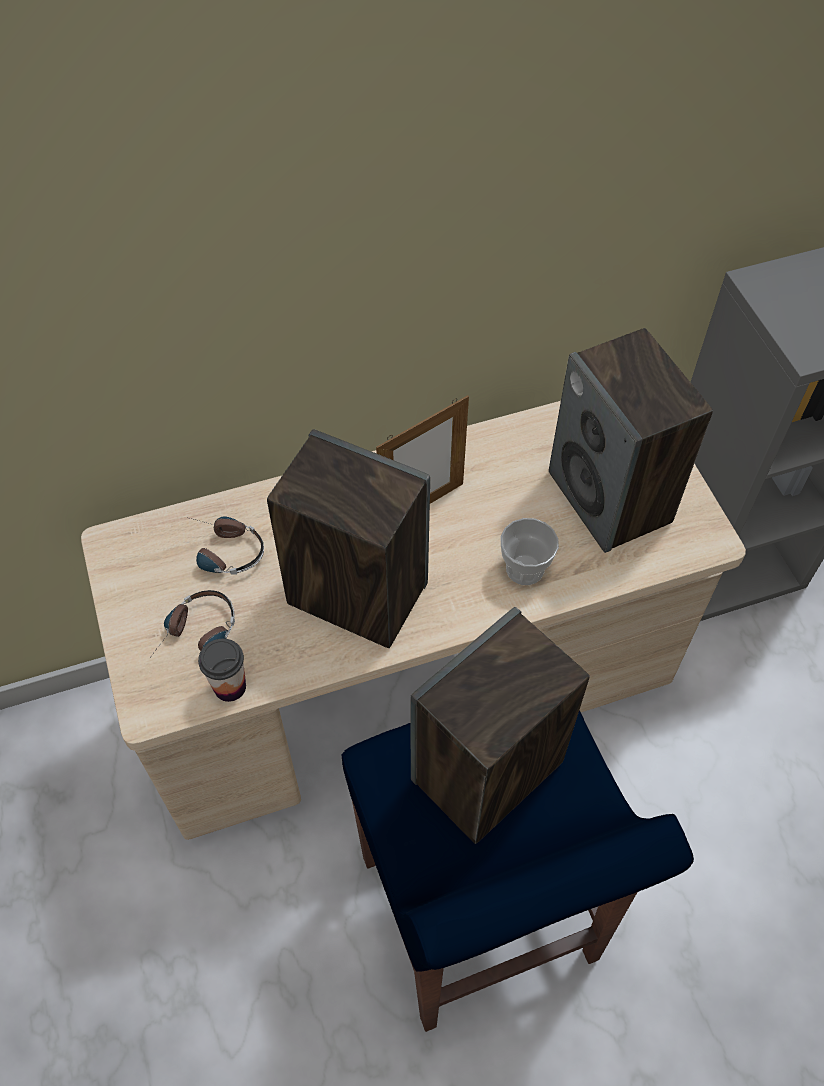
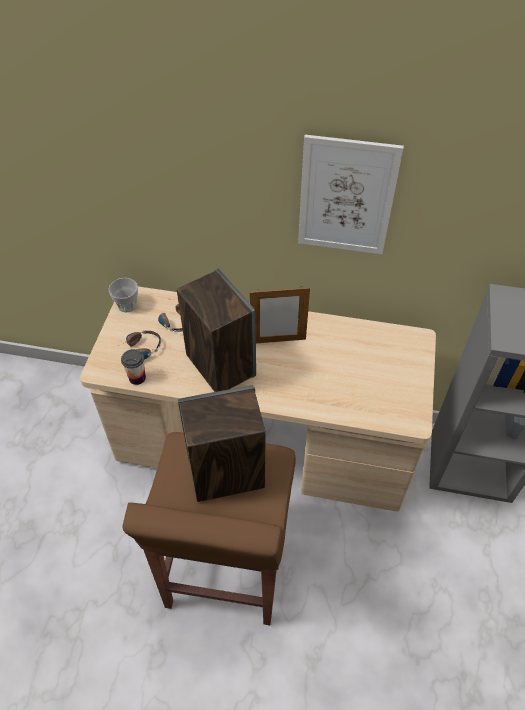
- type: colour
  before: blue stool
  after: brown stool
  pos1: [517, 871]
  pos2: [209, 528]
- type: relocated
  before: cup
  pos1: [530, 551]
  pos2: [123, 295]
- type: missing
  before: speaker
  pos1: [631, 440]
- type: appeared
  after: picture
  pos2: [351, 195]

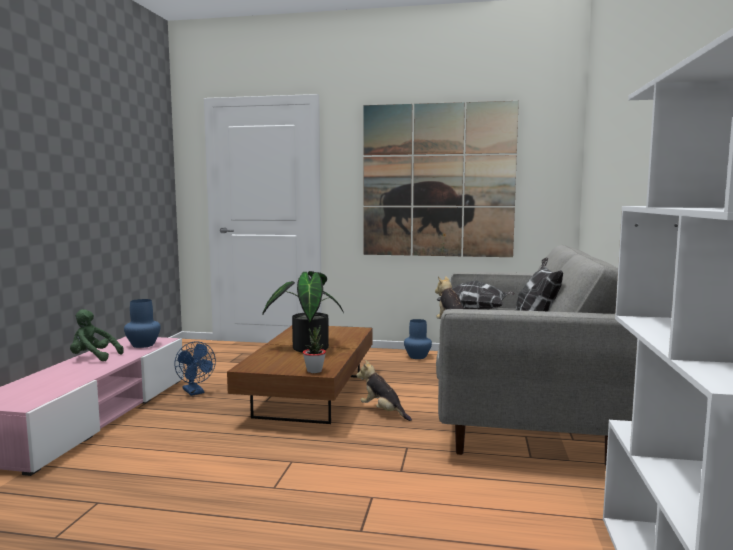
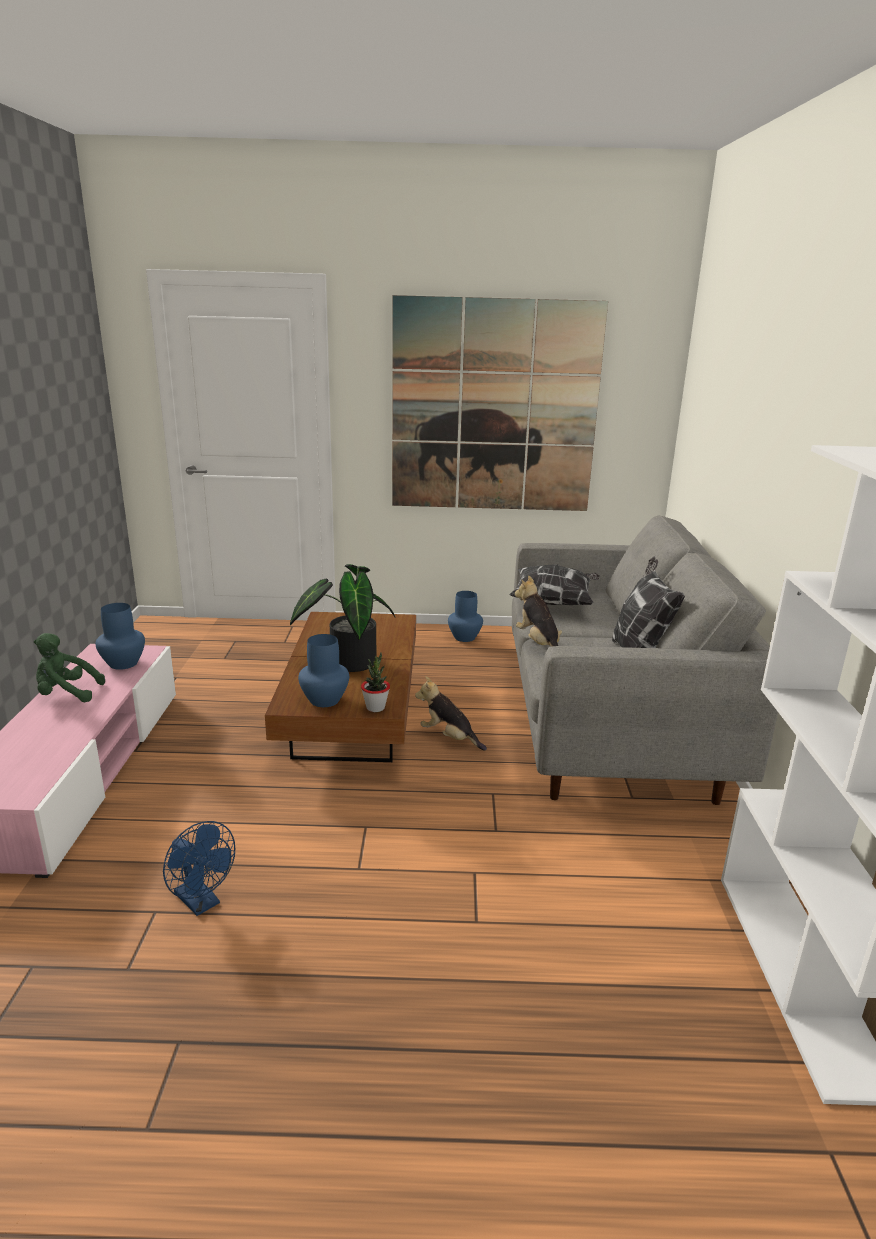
- type: relocated
  before: blue fan
  pos1: [195, 368]
  pos2: [199, 868]
- type: appeared
  after: blue vase
  pos2: [323, 670]

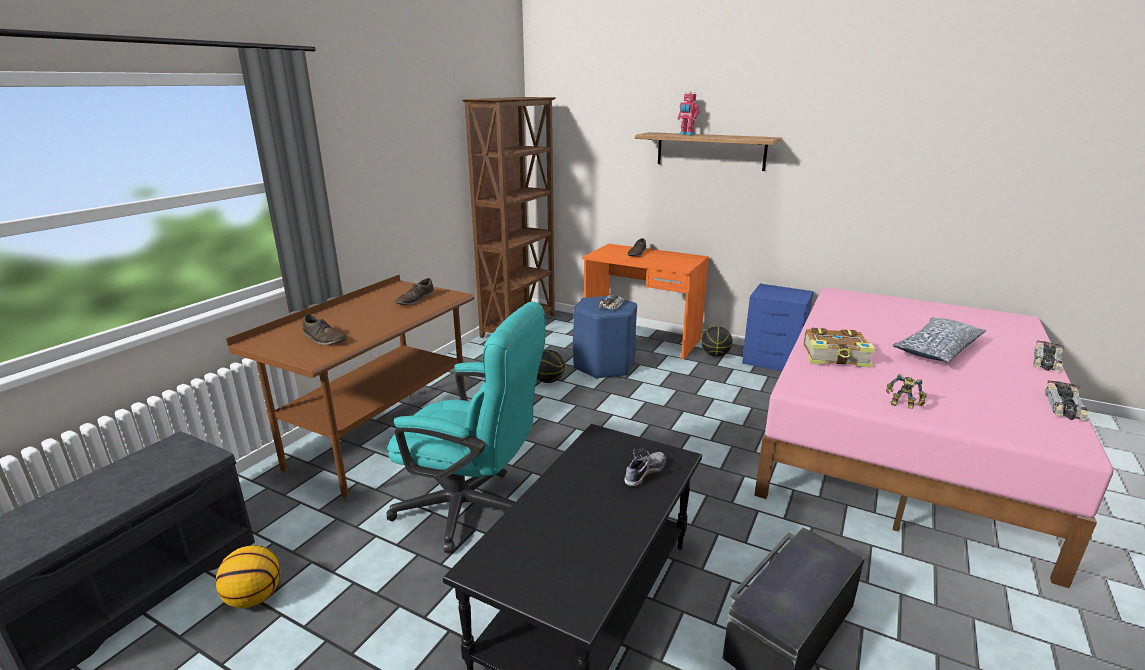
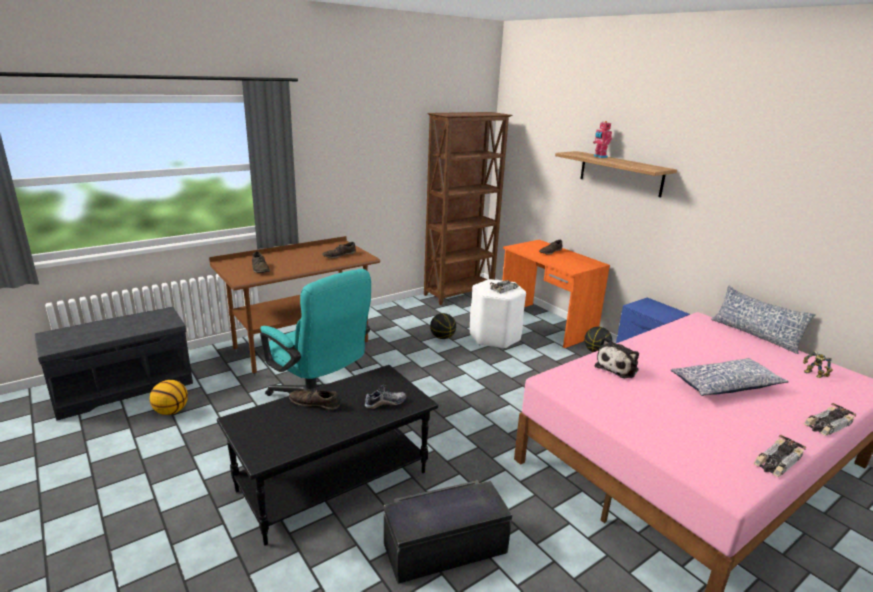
- type: colour
  before: blue stool
  after: white stool
  pos1: [605, 337]
  pos2: [498, 314]
- type: exchanged
  before: book
  after: plush toy
  pos1: [840, 348]
  pos2: [617, 357]
- type: relocated
  before: toy robot
  pos1: [906, 391]
  pos2: [818, 364]
- type: appeared
  after: brown shoe
  pos2: [314, 399]
- type: appeared
  after: pillow
  pos2: [763, 320]

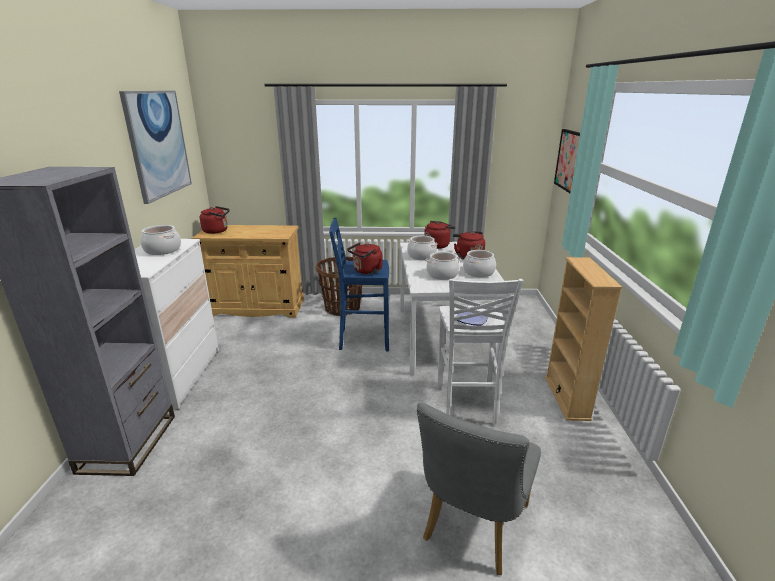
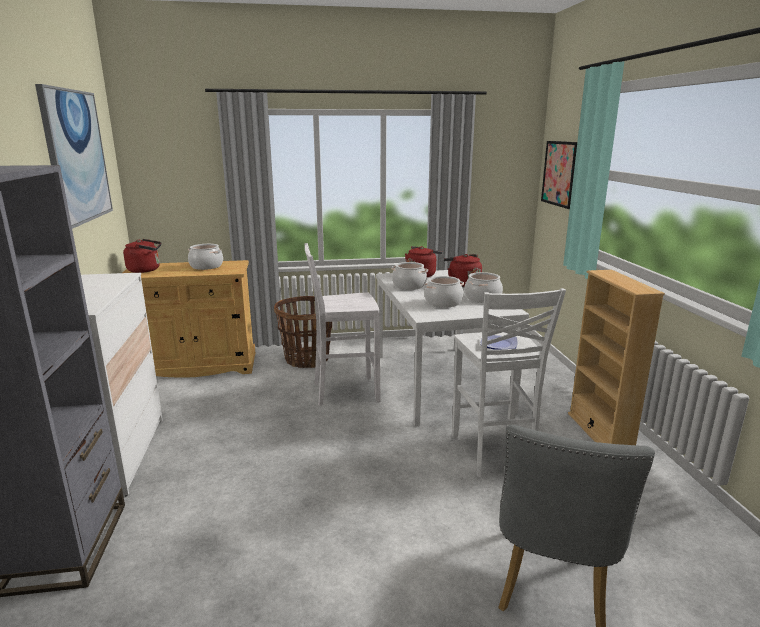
- type: relocated
  before: cooking pot
  pos1: [160, 240]
  pos2: [205, 257]
- type: colour
  before: blue stool
  after: white stool
  pos1: [359, 284]
  pos2: [342, 324]
- type: missing
  before: red kettle
  pos1: [364, 258]

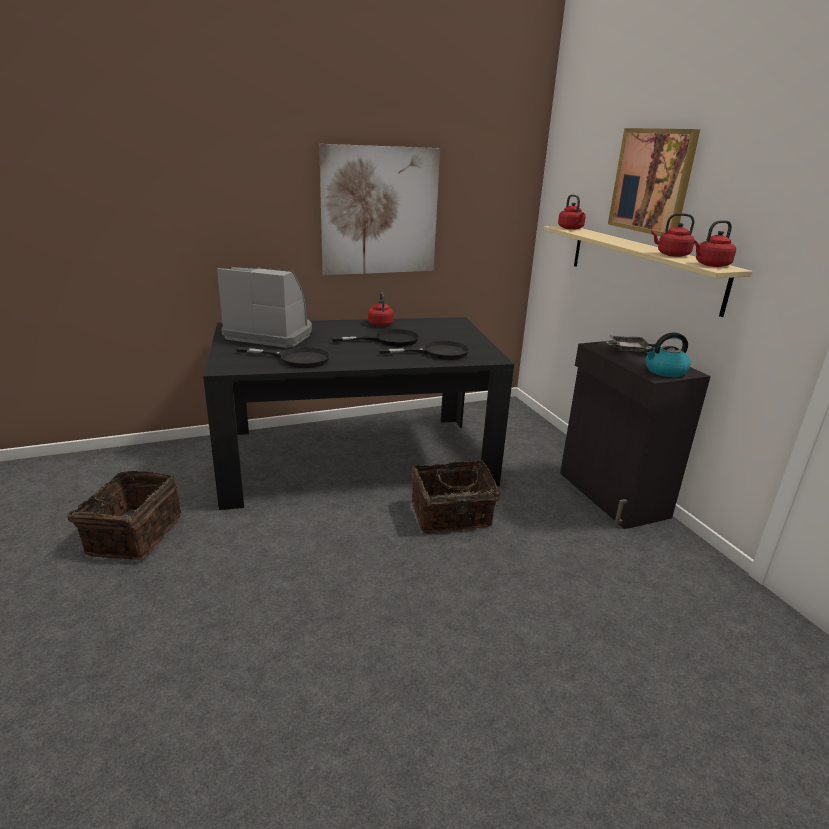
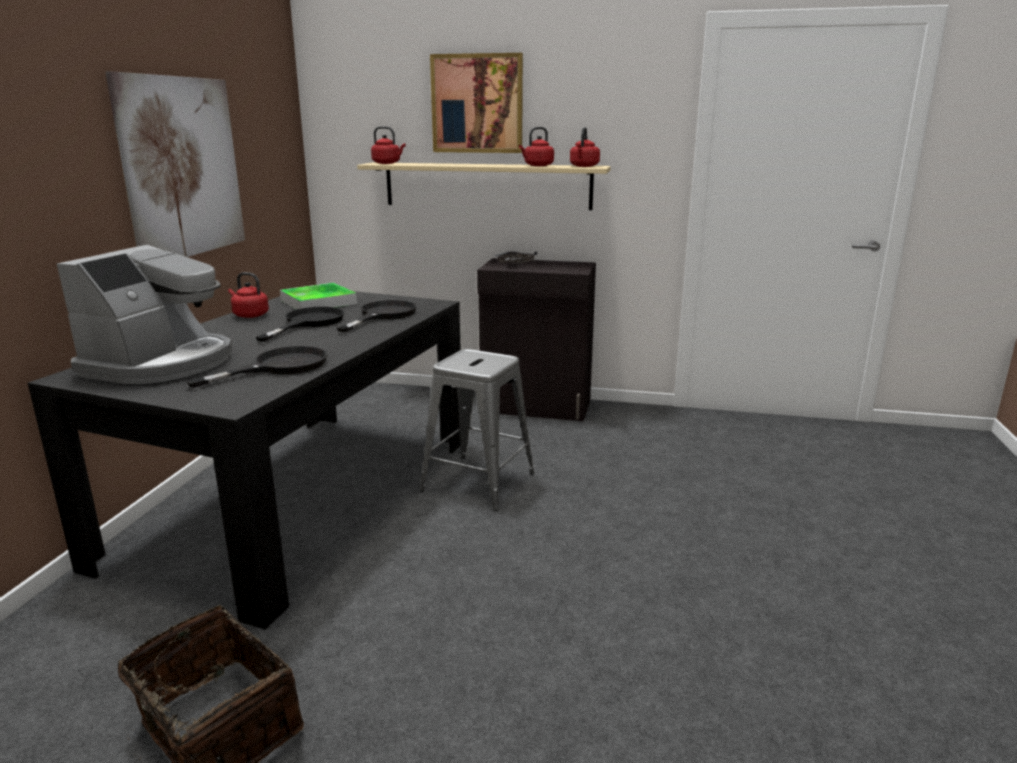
- type: spun
  before: coffee machine
  pos1: [264, 307]
  pos2: [144, 314]
  turn: 150
- type: exchanged
  before: basket
  after: grey stool
  pos1: [456, 496]
  pos2: [477, 430]
- type: missing
  before: kettle
  pos1: [668, 355]
- type: appeared
  after: tray
  pos2: [318, 296]

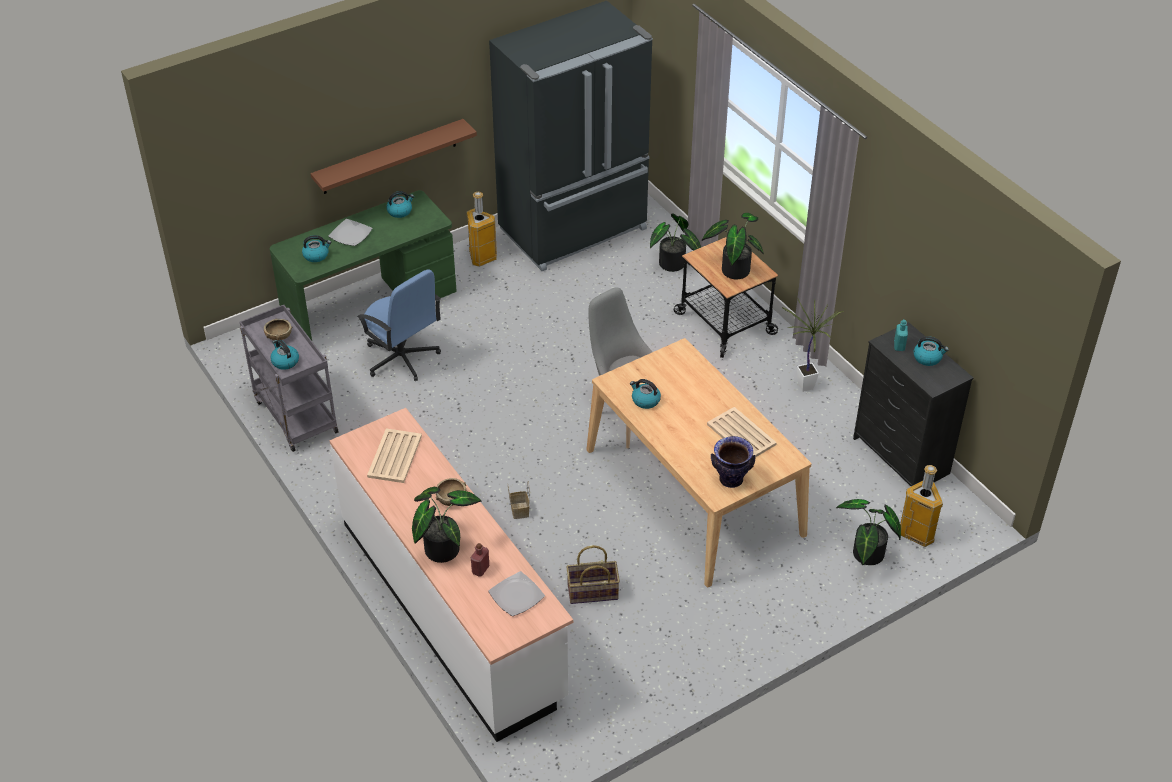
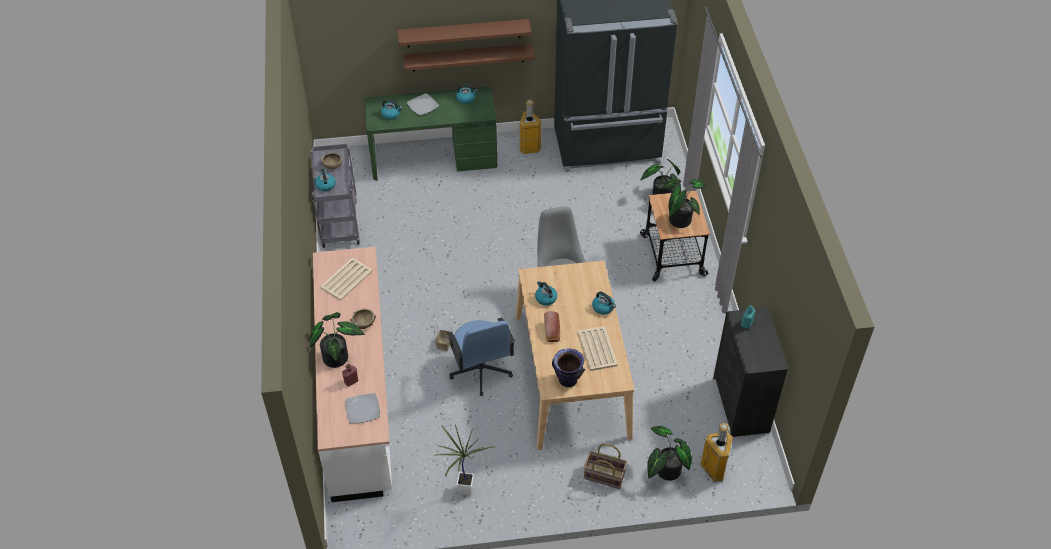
- type: relocated
  before: blue office chair
  pos1: [399, 325]
  pos2: [481, 357]
- type: relocated
  before: basket
  pos1: [593, 574]
  pos2: [605, 466]
- type: relocated
  before: potted plant
  pos1: [812, 345]
  pos2: [465, 459]
- type: relocated
  before: kettle
  pos1: [931, 351]
  pos2: [604, 303]
- type: appeared
  after: brown shelf
  pos2: [465, 33]
- type: appeared
  after: bread
  pos2: [552, 326]

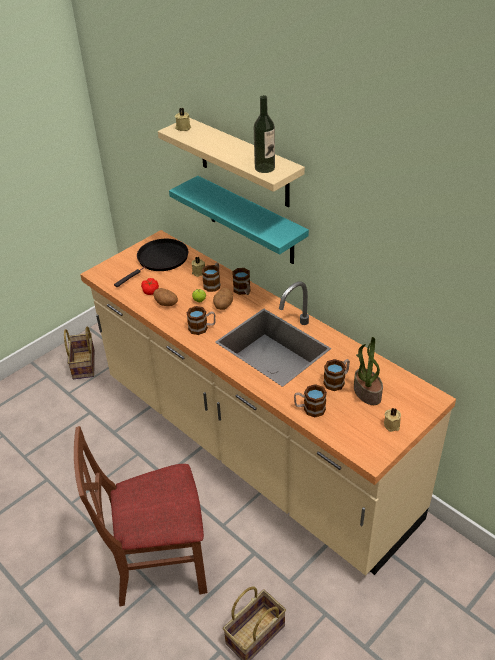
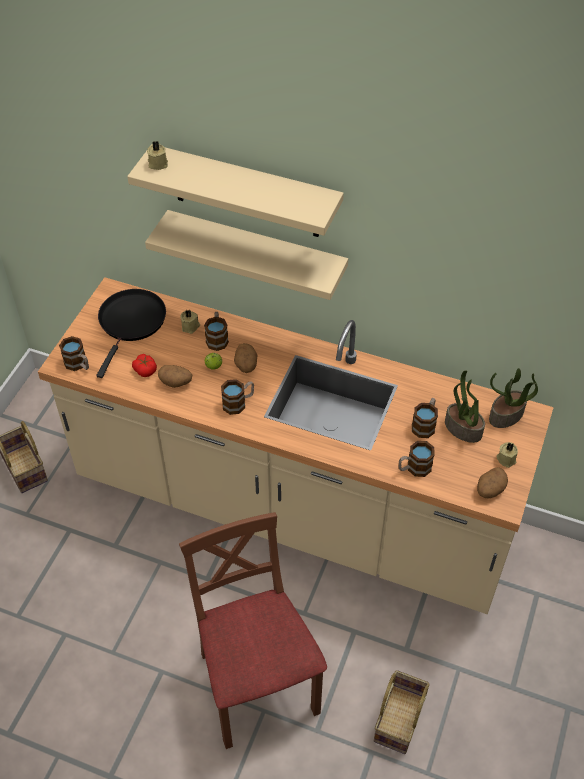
- type: spun
  before: brown chair
  pos1: [141, 516]
  pos2: [253, 630]
  turn: 105
- type: colour
  before: turquoise shelf
  after: beige shelf
  pos1: [239, 220]
  pos2: [246, 255]
- type: relocated
  before: mug
  pos1: [241, 281]
  pos2: [74, 353]
- type: missing
  before: bottle
  pos1: [264, 134]
- type: appeared
  after: potato
  pos2: [492, 482]
- type: appeared
  after: potted plant
  pos2: [513, 398]

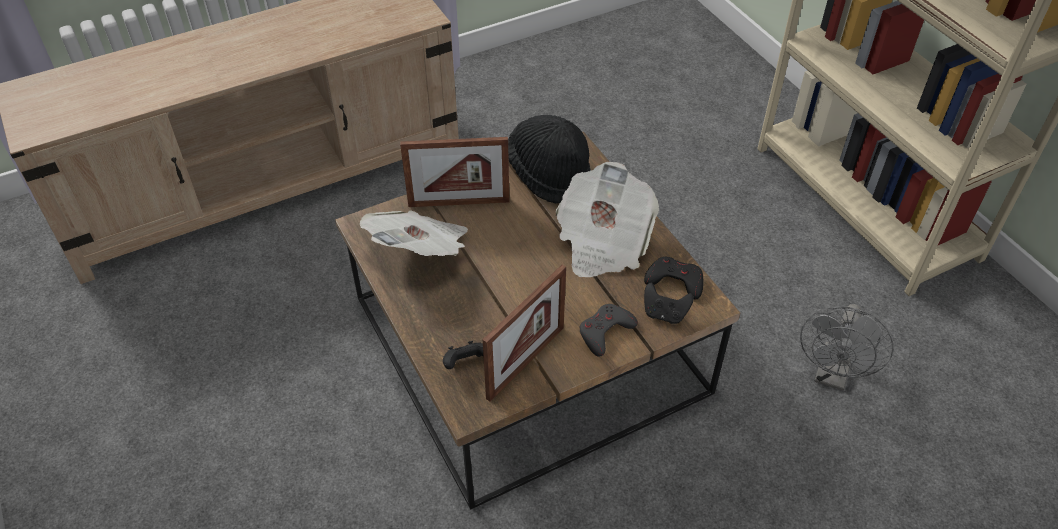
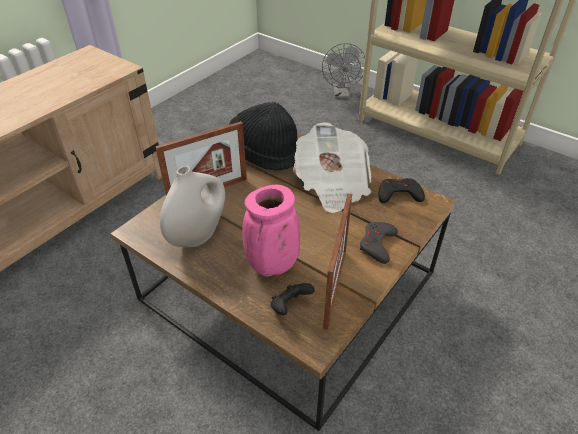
- type: exchanged
  before: newspaper
  after: white vase
  pos1: [414, 233]
  pos2: [192, 206]
- type: missing
  before: black game controller
  pos1: [669, 303]
- type: relocated
  before: grey fan
  pos1: [847, 347]
  pos2: [343, 70]
- type: appeared
  after: pink vase
  pos2: [271, 231]

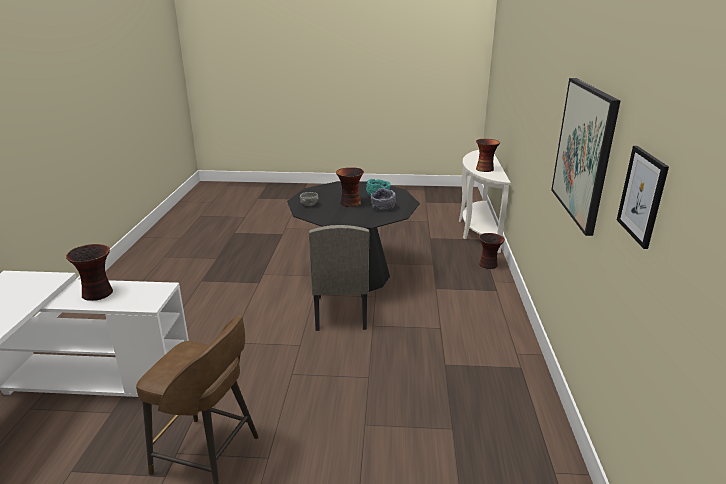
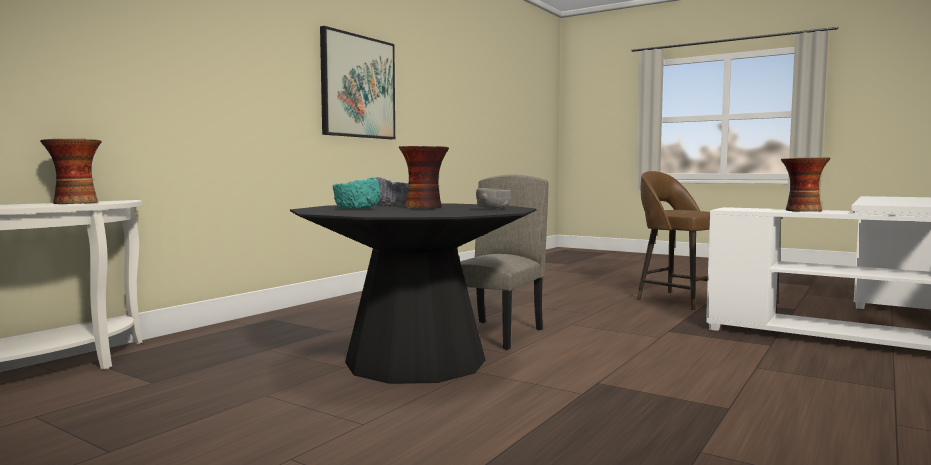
- type: missing
  before: vase
  pos1: [492, 251]
- type: missing
  before: picture
  pos1: [643, 197]

